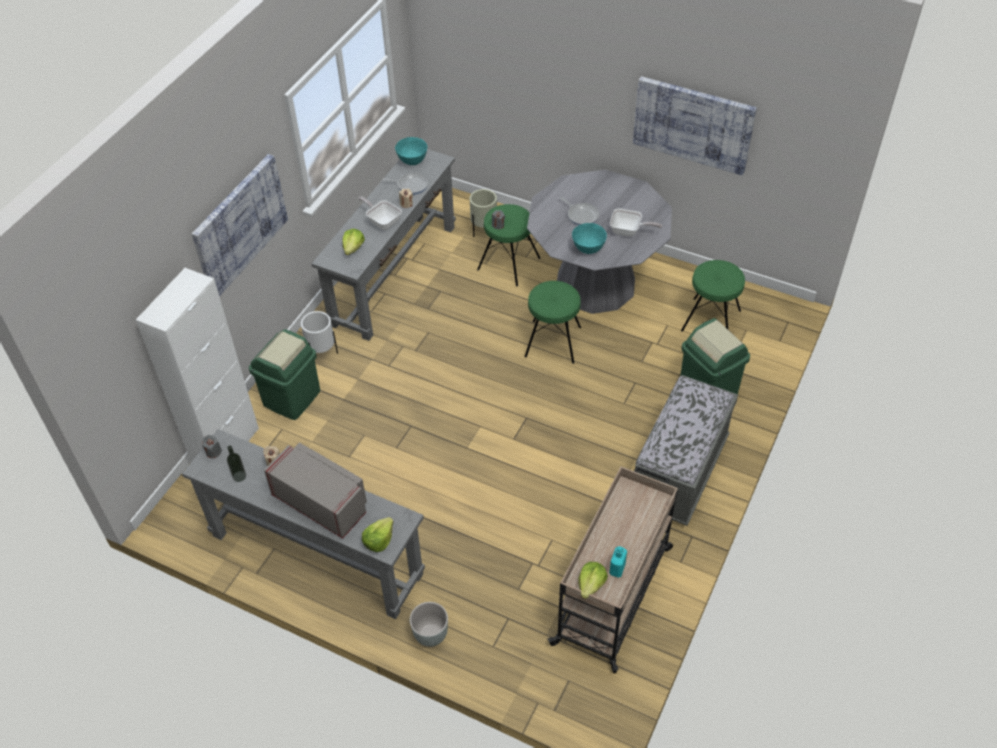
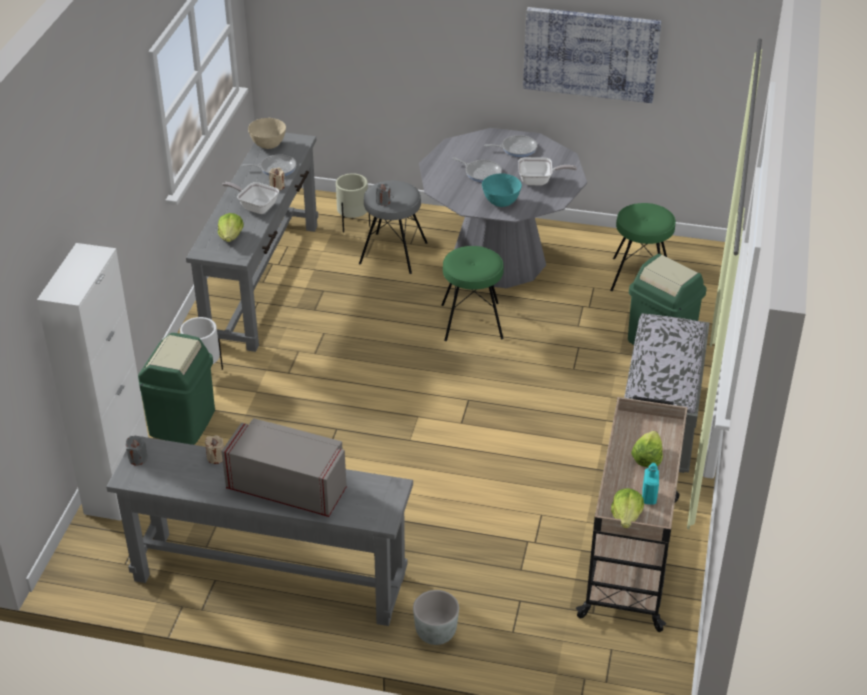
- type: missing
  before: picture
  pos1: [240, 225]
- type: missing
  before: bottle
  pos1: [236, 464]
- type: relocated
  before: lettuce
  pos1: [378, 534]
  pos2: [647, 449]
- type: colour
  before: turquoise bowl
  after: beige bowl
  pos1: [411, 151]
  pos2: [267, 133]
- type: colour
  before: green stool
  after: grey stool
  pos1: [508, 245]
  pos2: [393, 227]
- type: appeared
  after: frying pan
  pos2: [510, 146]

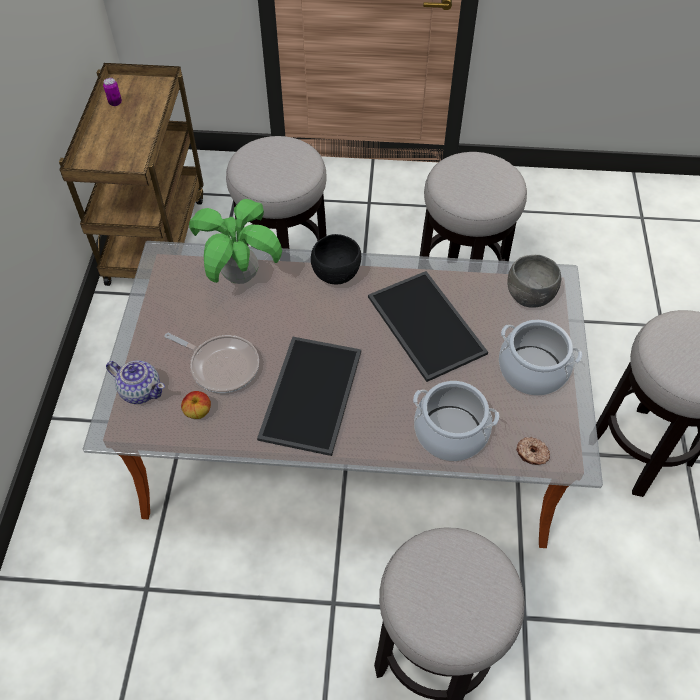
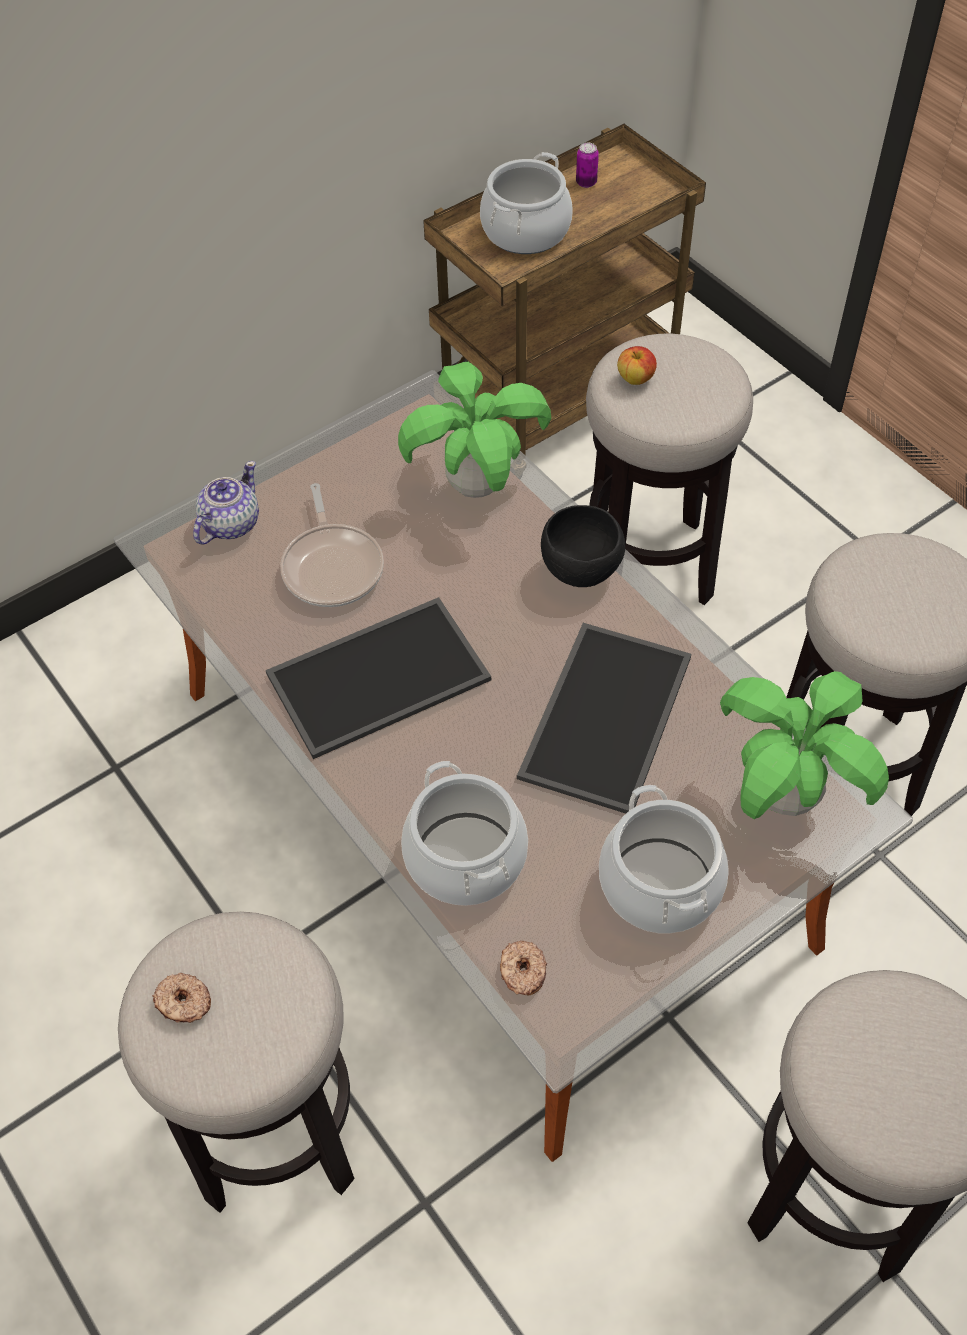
- type: spun
  before: teapot
  pos1: [135, 382]
  pos2: [226, 503]
  turn: -135
- type: relocated
  before: apple
  pos1: [196, 405]
  pos2: [637, 365]
- type: exchanged
  before: grey bowl
  after: potted plant
  pos1: [534, 281]
  pos2: [804, 745]
- type: appeared
  after: donut
  pos2: [181, 998]
- type: appeared
  after: cooking pot
  pos2: [526, 203]

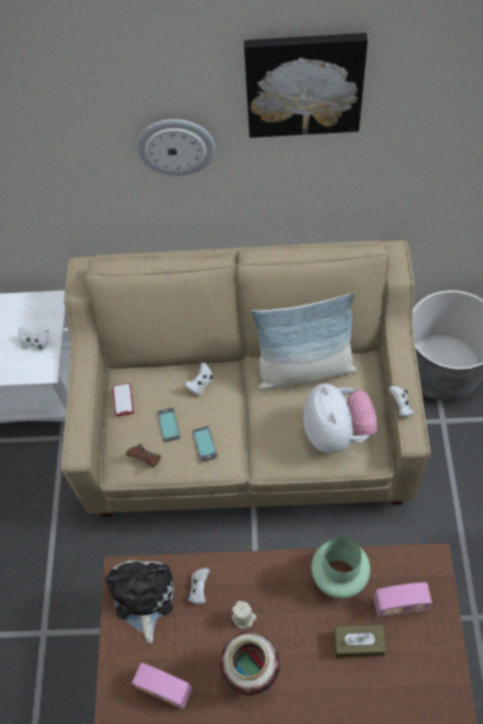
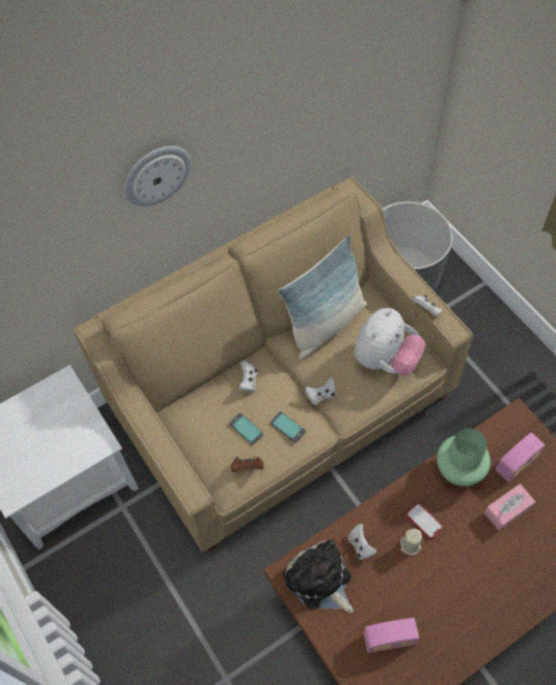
- type: relocated
  before: white game controller
  pos1: [33, 338]
  pos2: [320, 391]
- type: relocated
  before: phone
  pos1: [123, 399]
  pos2: [424, 521]
- type: missing
  before: vase
  pos1: [249, 664]
- type: missing
  before: picture
  pos1: [306, 85]
- type: spun
  before: plush toy
  pos1: [340, 418]
  pos2: [389, 342]
  turn: 75
- type: colour
  before: brown tissue box
  after: pink tissue box
  pos1: [359, 641]
  pos2: [510, 507]

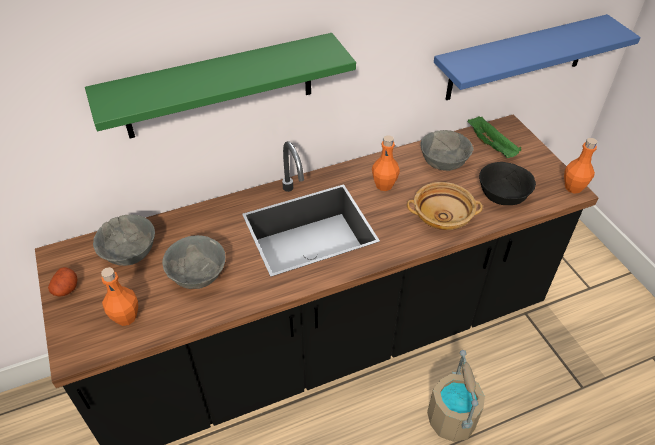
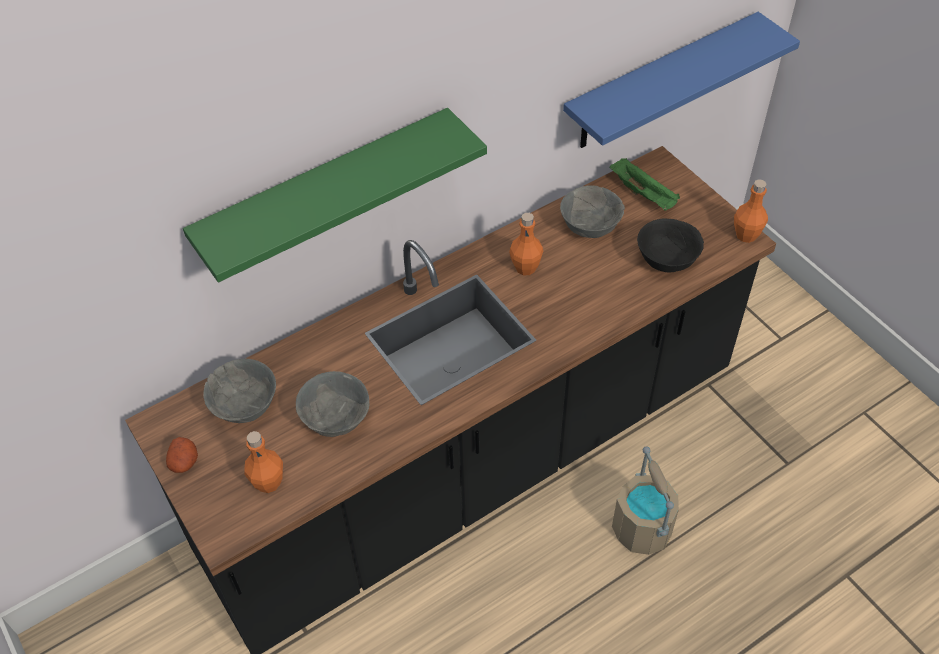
- type: missing
  before: beige bowl
  pos1: [445, 206]

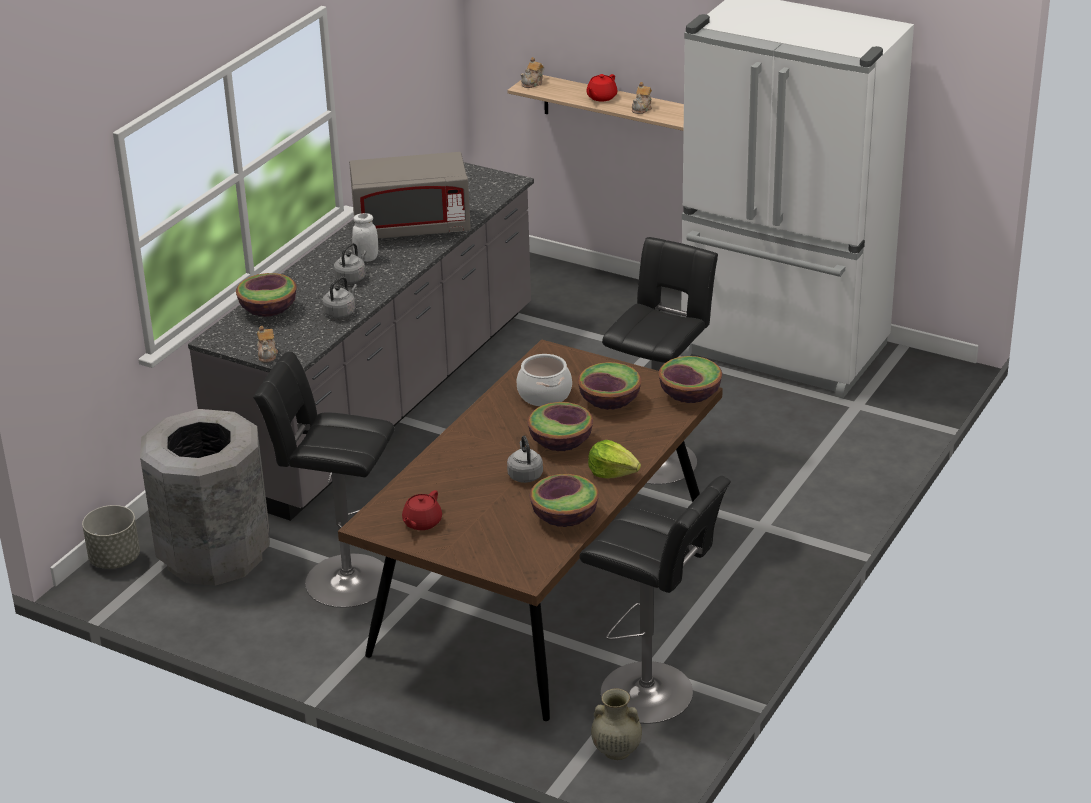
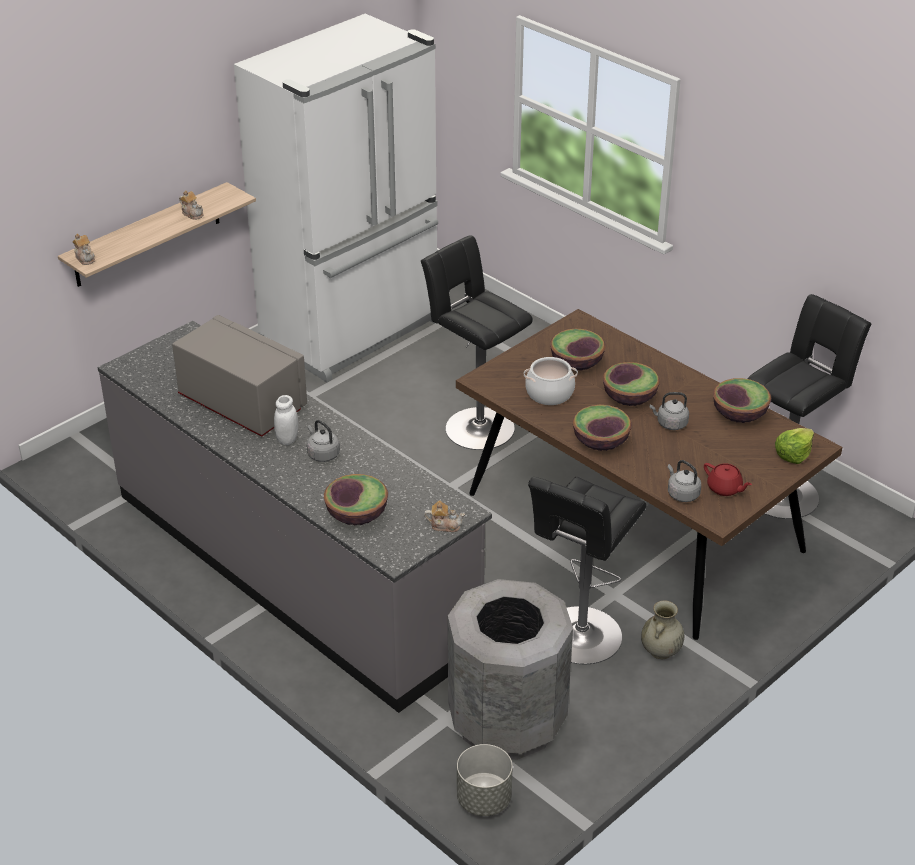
- type: relocated
  before: grey kettle
  pos1: [339, 297]
  pos2: [684, 481]
- type: spun
  before: grey microwave
  pos1: [410, 195]
  pos2: [239, 376]
  turn: -60
- type: missing
  before: red teapot
  pos1: [602, 88]
- type: relocated
  before: lettuce
  pos1: [614, 459]
  pos2: [794, 446]
- type: relocated
  before: beige vase
  pos1: [616, 724]
  pos2: [662, 630]
- type: relocated
  before: bowl
  pos1: [690, 379]
  pos2: [602, 428]

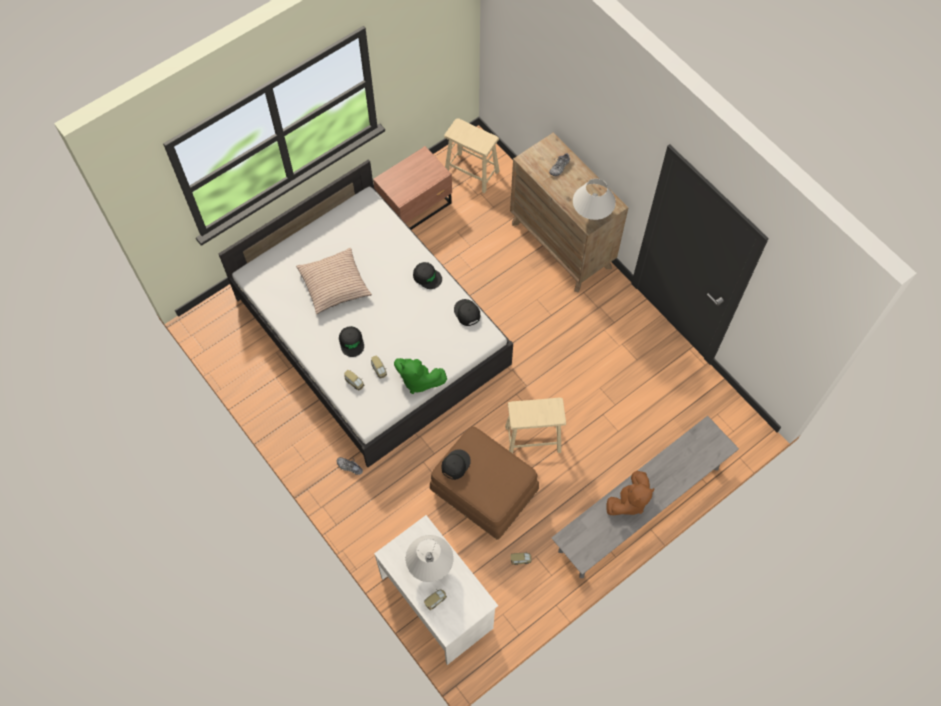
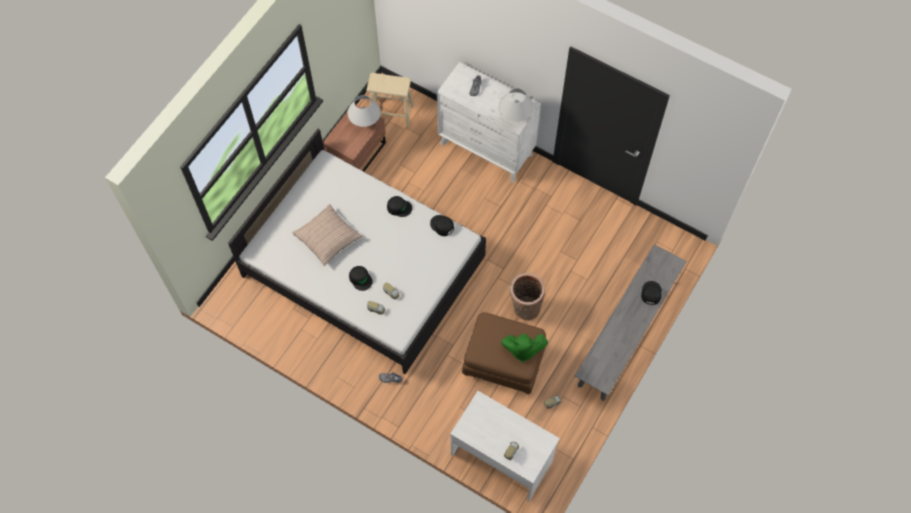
- type: relocated
  before: green plush toy
  pos1: [420, 376]
  pos2: [524, 348]
- type: relocated
  before: white table lamp
  pos1: [429, 558]
  pos2: [364, 111]
- type: relocated
  before: black cap
  pos1: [456, 464]
  pos2: [651, 293]
- type: exchanged
  before: beige stool
  after: basket
  pos1: [535, 425]
  pos2: [527, 296]
- type: colour
  before: brown dresser
  after: white dresser
  pos1: [569, 213]
  pos2: [489, 122]
- type: missing
  before: brown plush toy
  pos1: [630, 493]

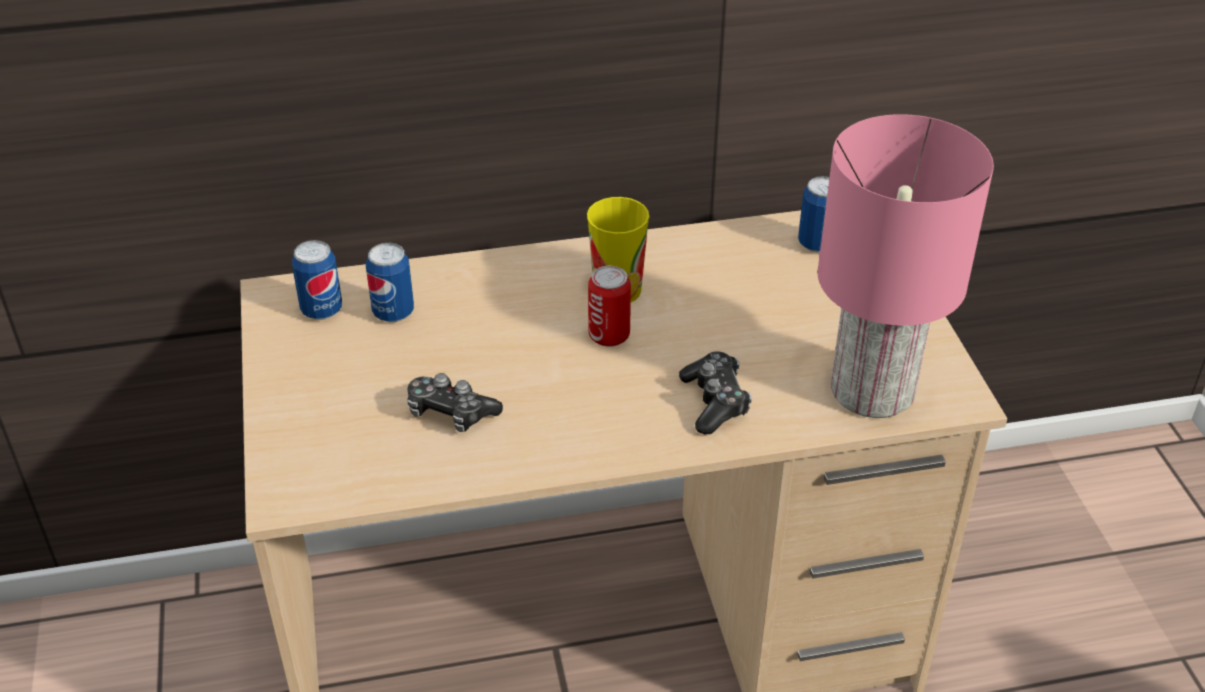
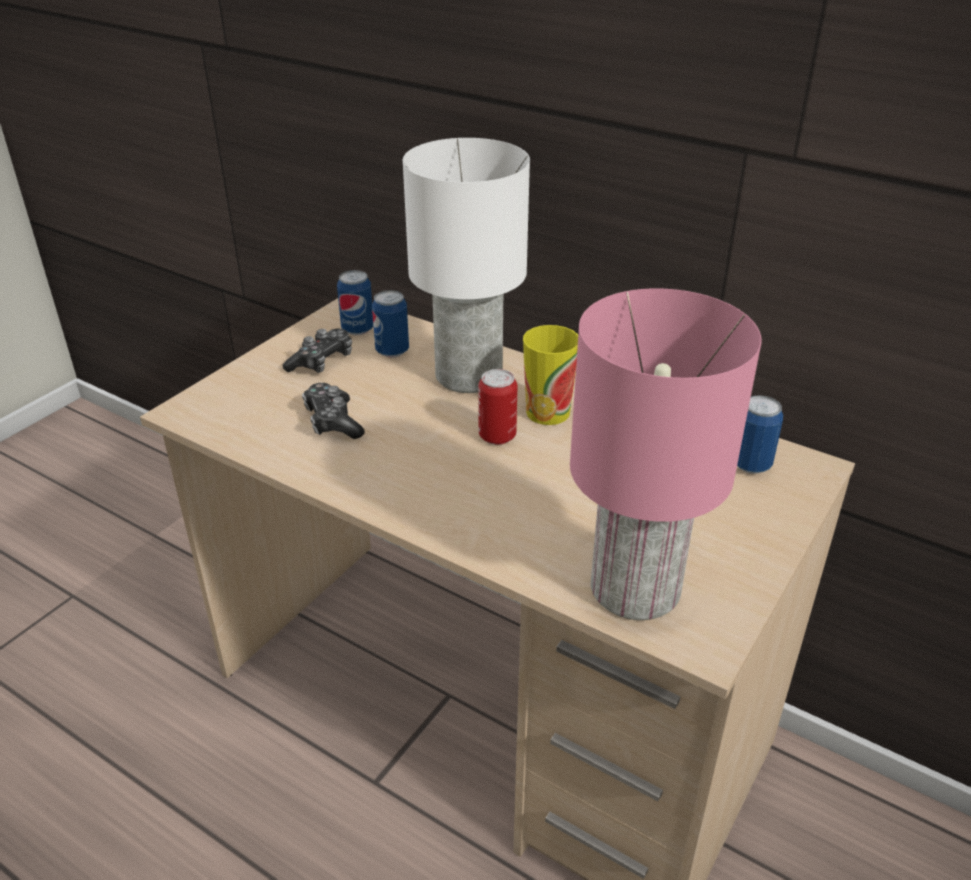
- type: relocated
  before: game controller
  pos1: [715, 393]
  pos2: [317, 351]
- type: appeared
  after: white table lamp
  pos2: [466, 265]

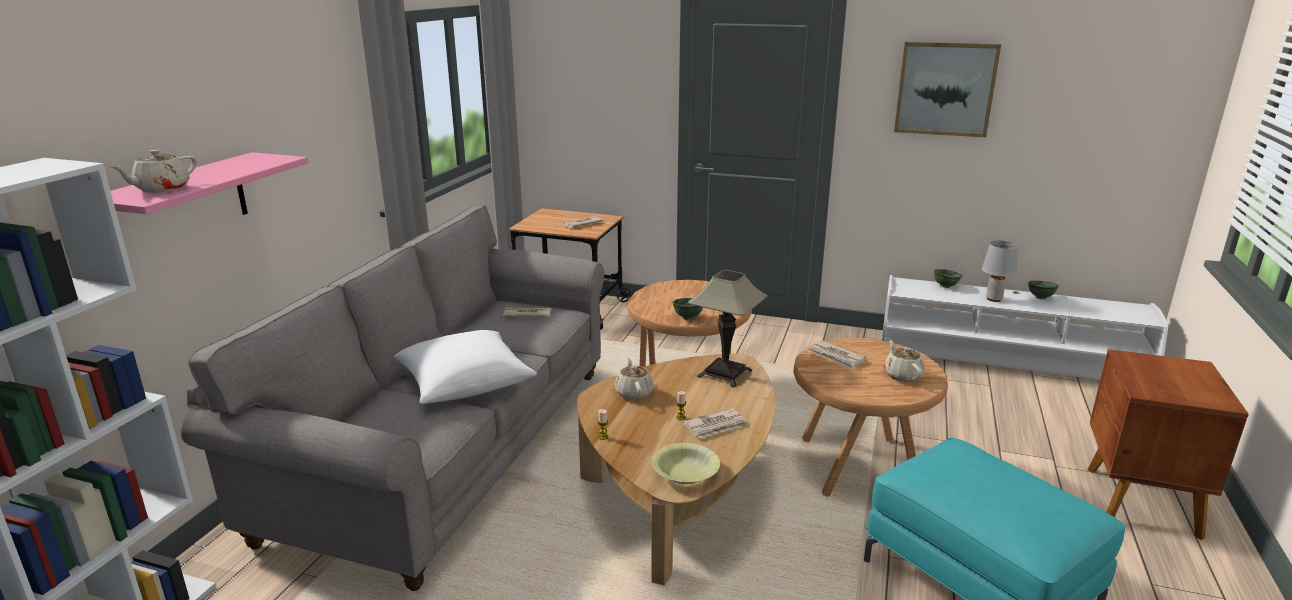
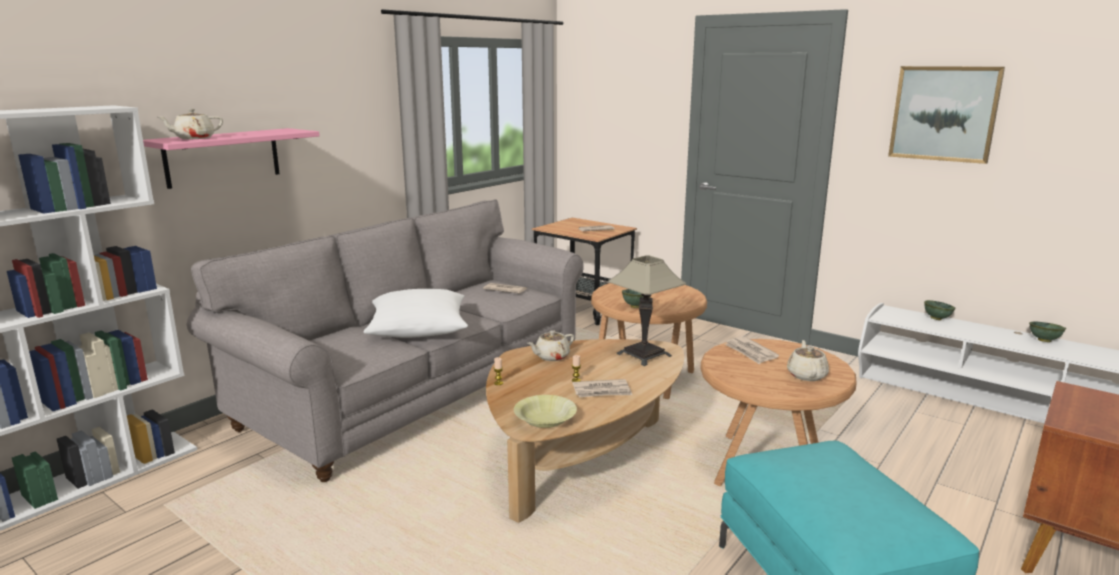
- type: spun
  before: beige teapot
  pos1: [634, 378]
  pos2: [550, 345]
  turn: -135
- type: missing
  before: grey table lamp
  pos1: [1000, 271]

